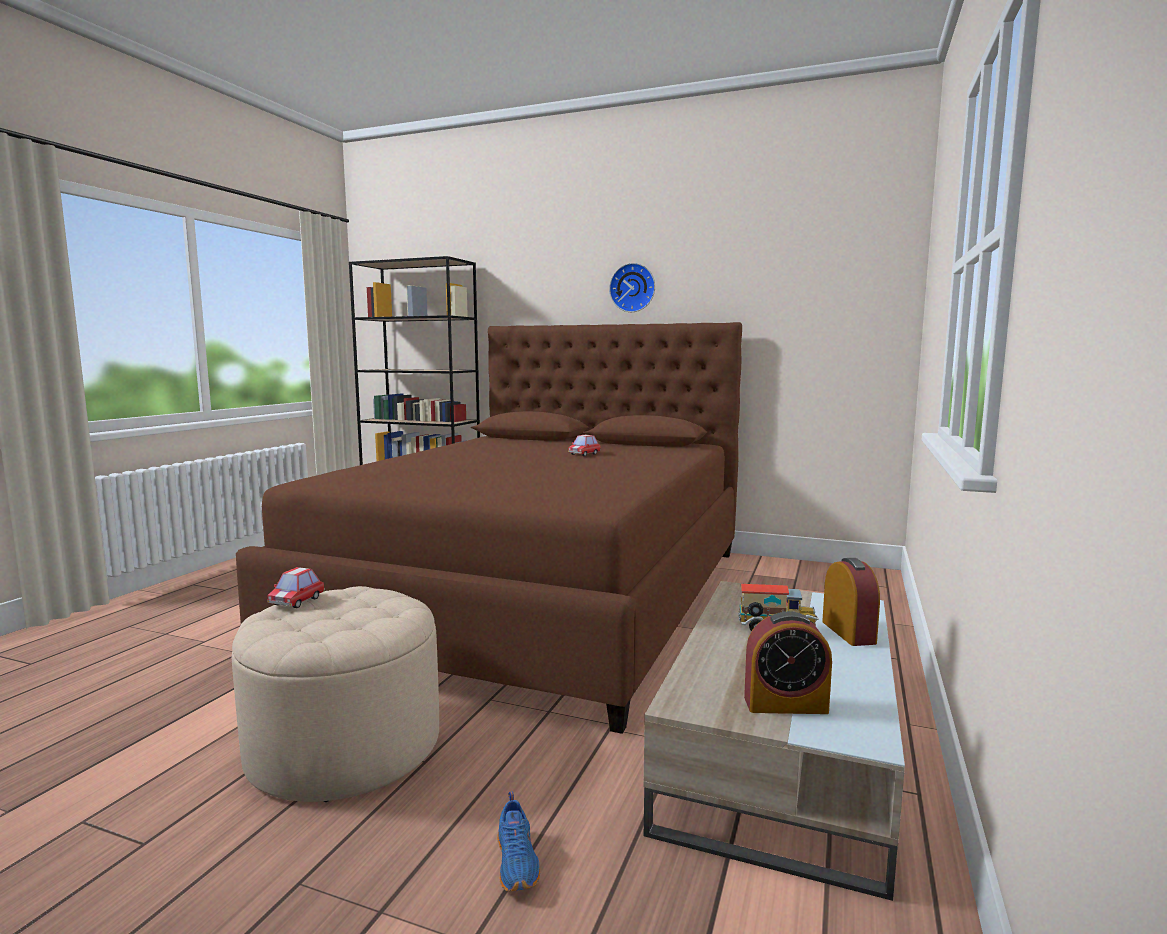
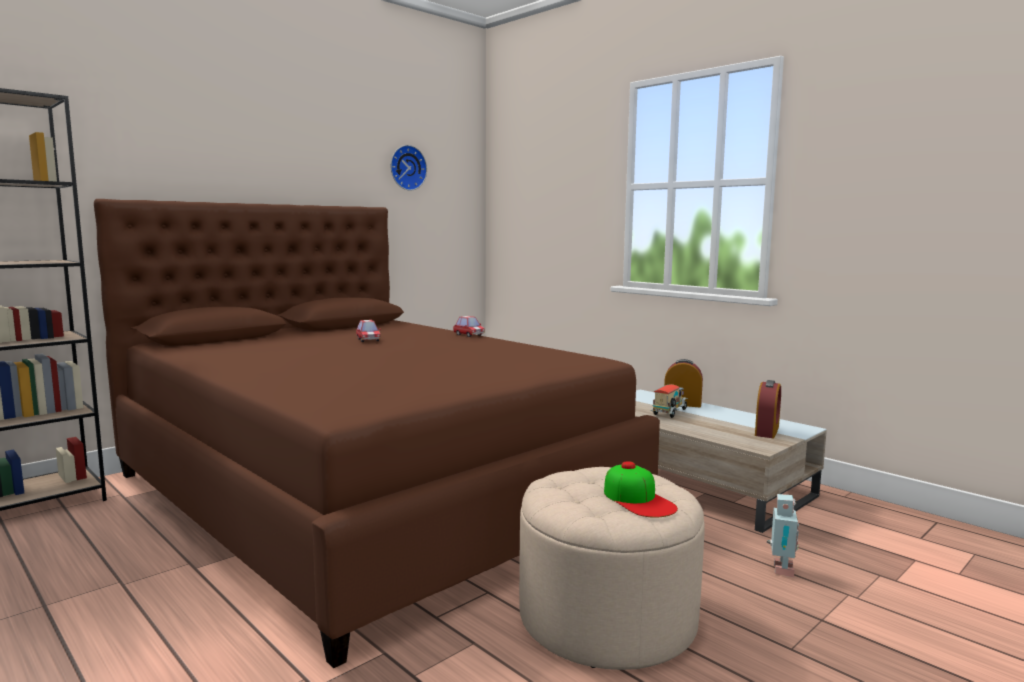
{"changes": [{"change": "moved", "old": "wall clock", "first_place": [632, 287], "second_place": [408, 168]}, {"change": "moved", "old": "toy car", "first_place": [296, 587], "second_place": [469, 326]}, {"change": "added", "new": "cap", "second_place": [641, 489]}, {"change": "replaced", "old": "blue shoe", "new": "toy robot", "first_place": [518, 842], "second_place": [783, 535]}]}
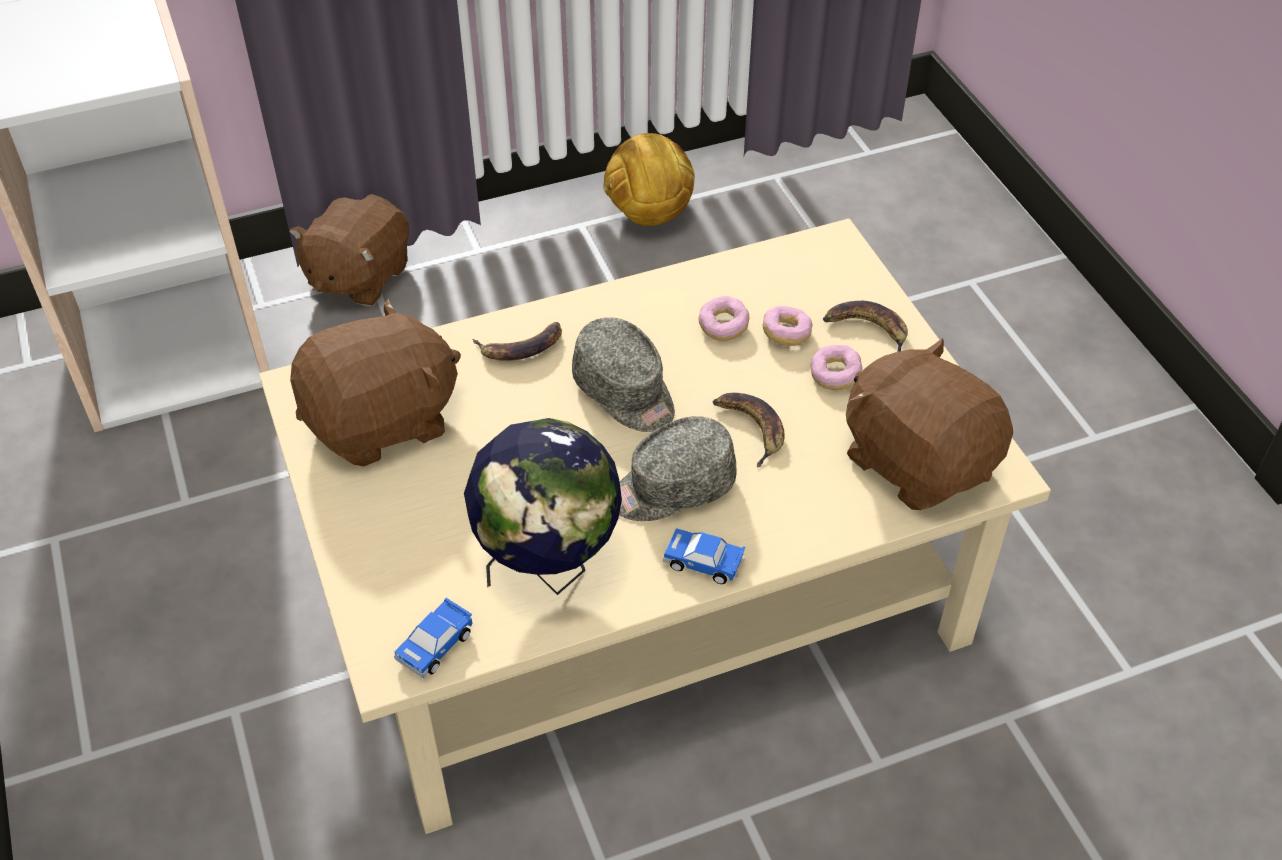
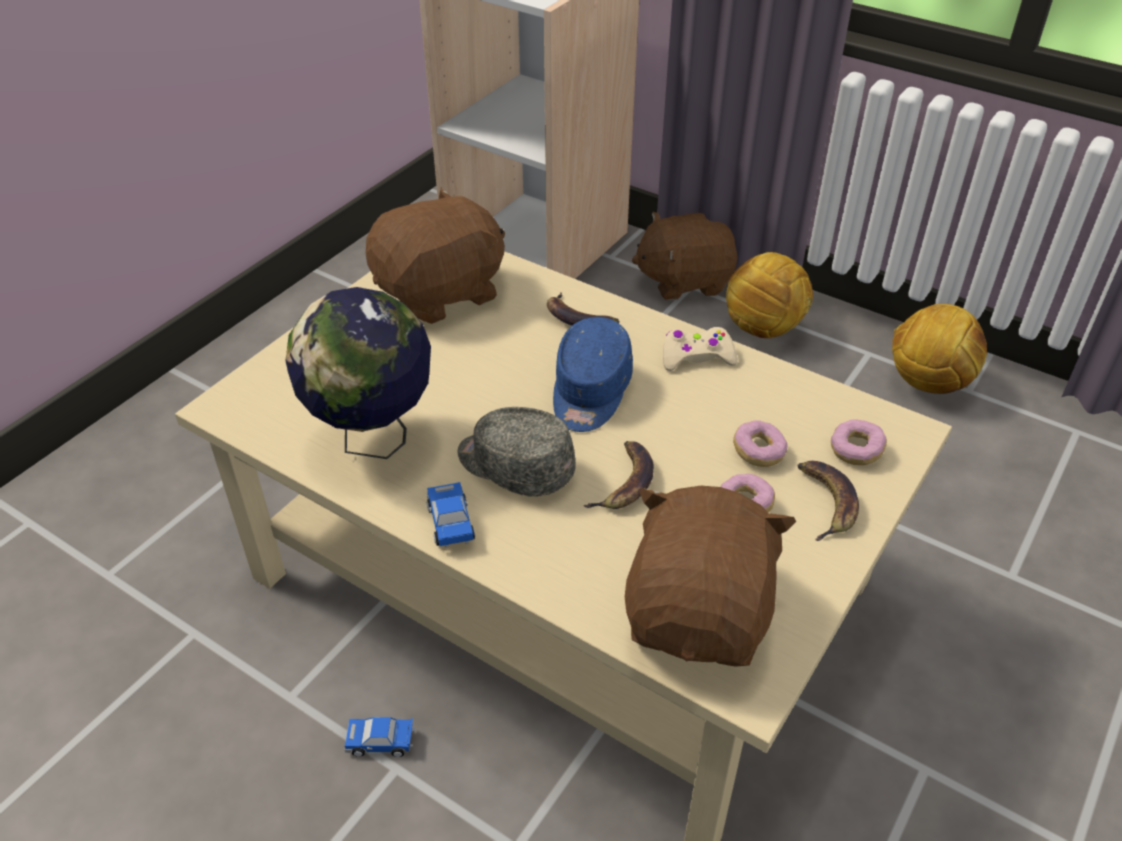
{"changes": [{"change": "moved", "old": "toy car", "first_place": [433, 638], "second_place": [380, 737]}, {"change": "turned", "old": "brown plush toy", "first_place": [375, 382], "second_place": [435, 255], "degrees": -60}, {"change": "recoloured", "old": "grey cap", "new": "blue cap", "first_place": [623, 374], "second_place": [593, 374]}, {"change": "added", "new": "beige game controller", "second_place": [700, 349]}, {"change": "added", "new": "football", "second_place": [769, 295]}, {"change": "moved", "old": "donut", "first_place": [724, 318], "second_place": [859, 442]}]}
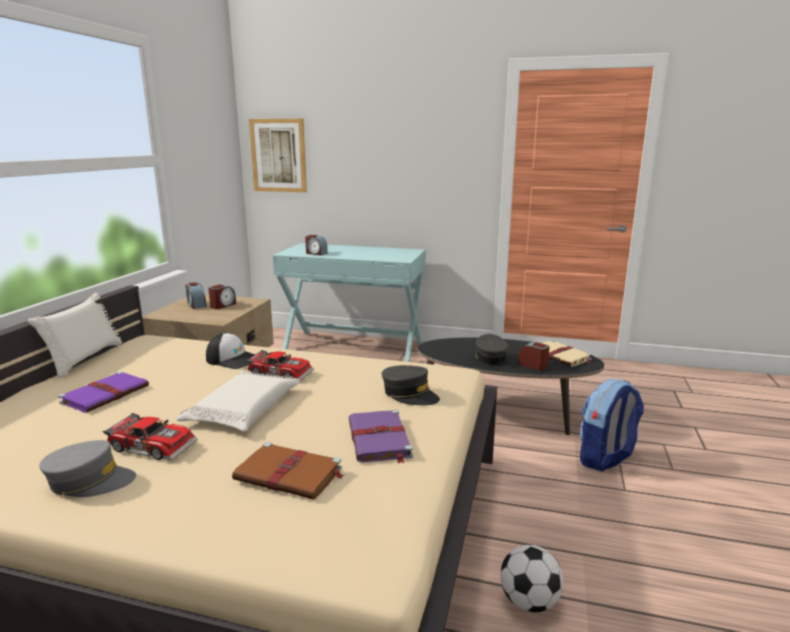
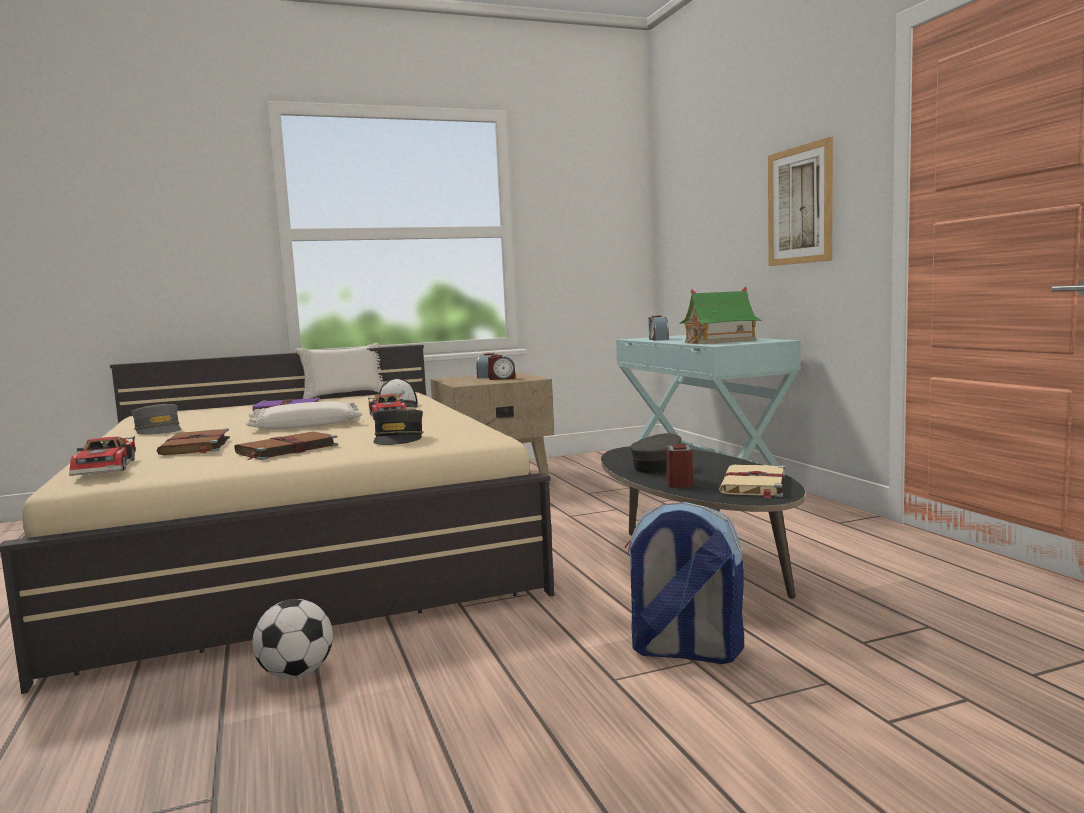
{"changes": [{"change": "moved", "old": "toy car", "first_place": [150, 437], "second_place": [102, 456]}, {"change": "recoloured", "old": "purple book", "new": "brown book", "first_place": [381, 437], "second_place": [286, 446]}, {"change": "added", "new": "toy house", "second_place": [720, 315]}, {"change": "moved", "old": "picture", "first_place": [278, 155], "second_place": [800, 201]}]}
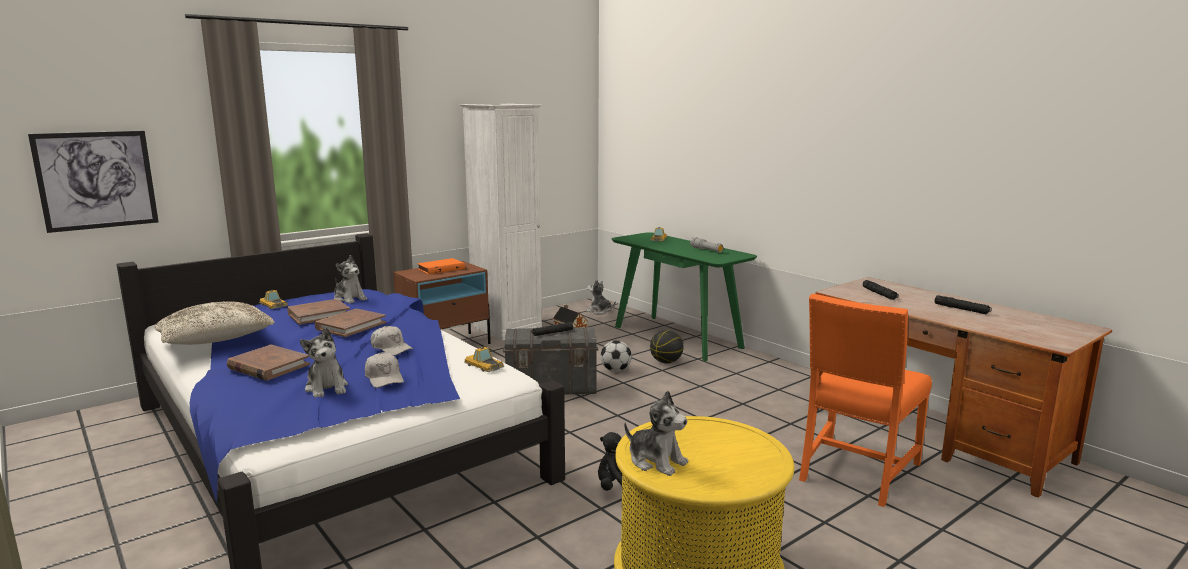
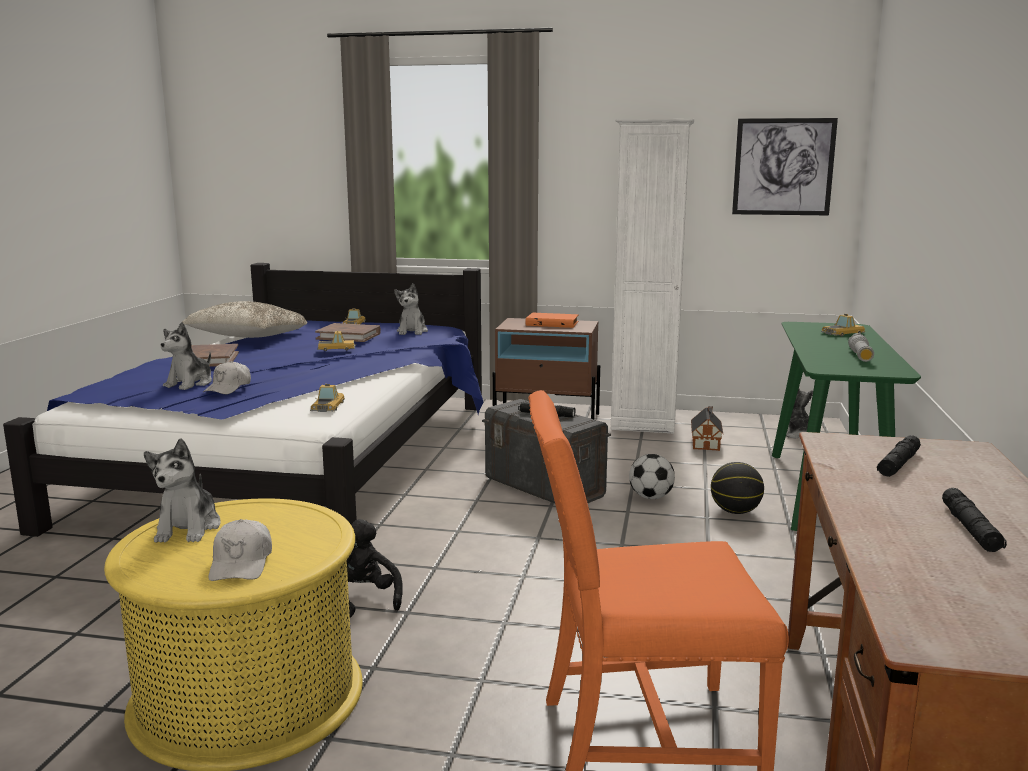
{"changes": [{"change": "moved", "old": "white cap", "first_place": [392, 341], "second_place": [240, 550]}, {"change": "replaced", "old": "brown book", "new": "toy car", "first_place": [350, 323], "second_place": [336, 340]}, {"change": "moved", "old": "picture", "first_place": [93, 182], "second_place": [785, 166]}]}
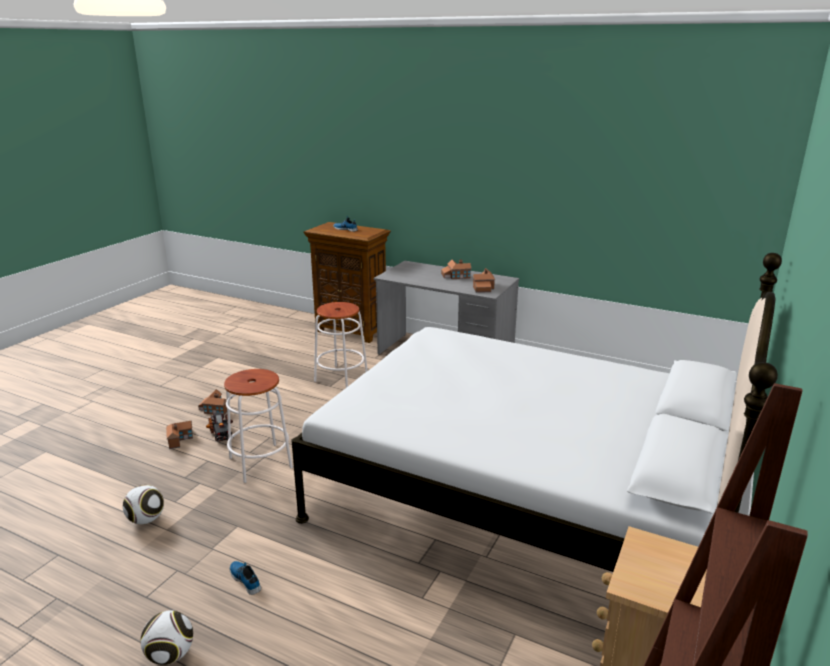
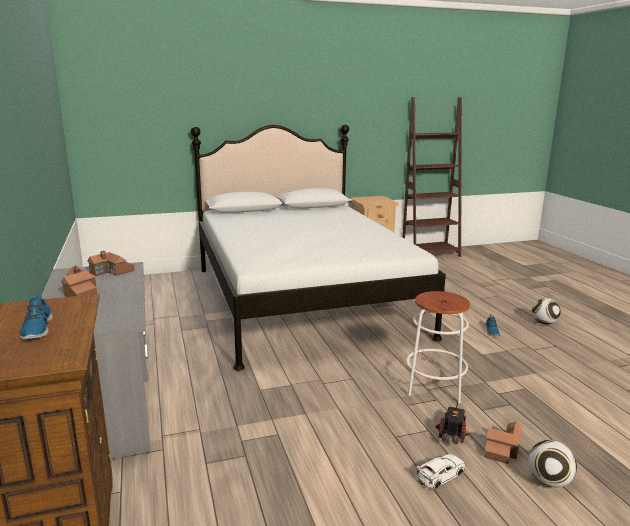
{"changes": [{"change": "replaced", "old": "toy house", "new": "white toy car", "first_place": [212, 402], "second_place": [440, 471]}, {"change": "moved", "old": "football", "first_place": [143, 504], "second_place": [552, 463]}, {"change": "removed", "old": "white stool", "first_place": [341, 345]}]}
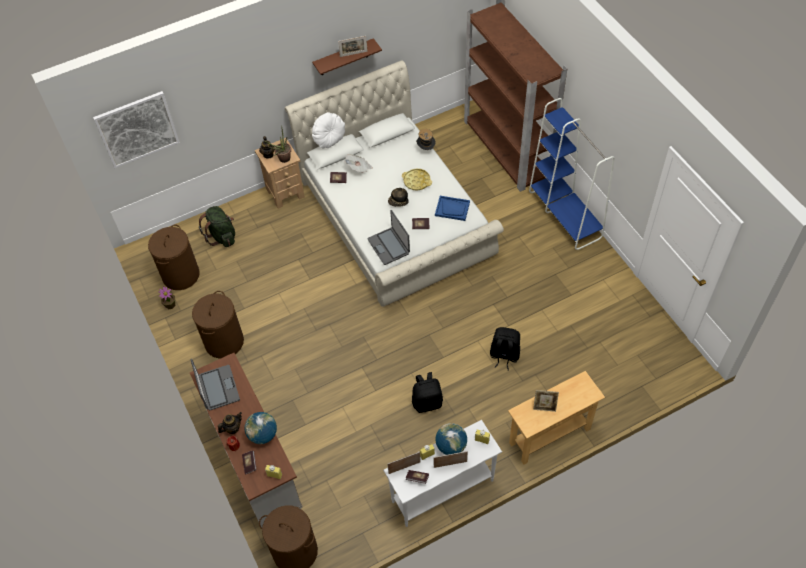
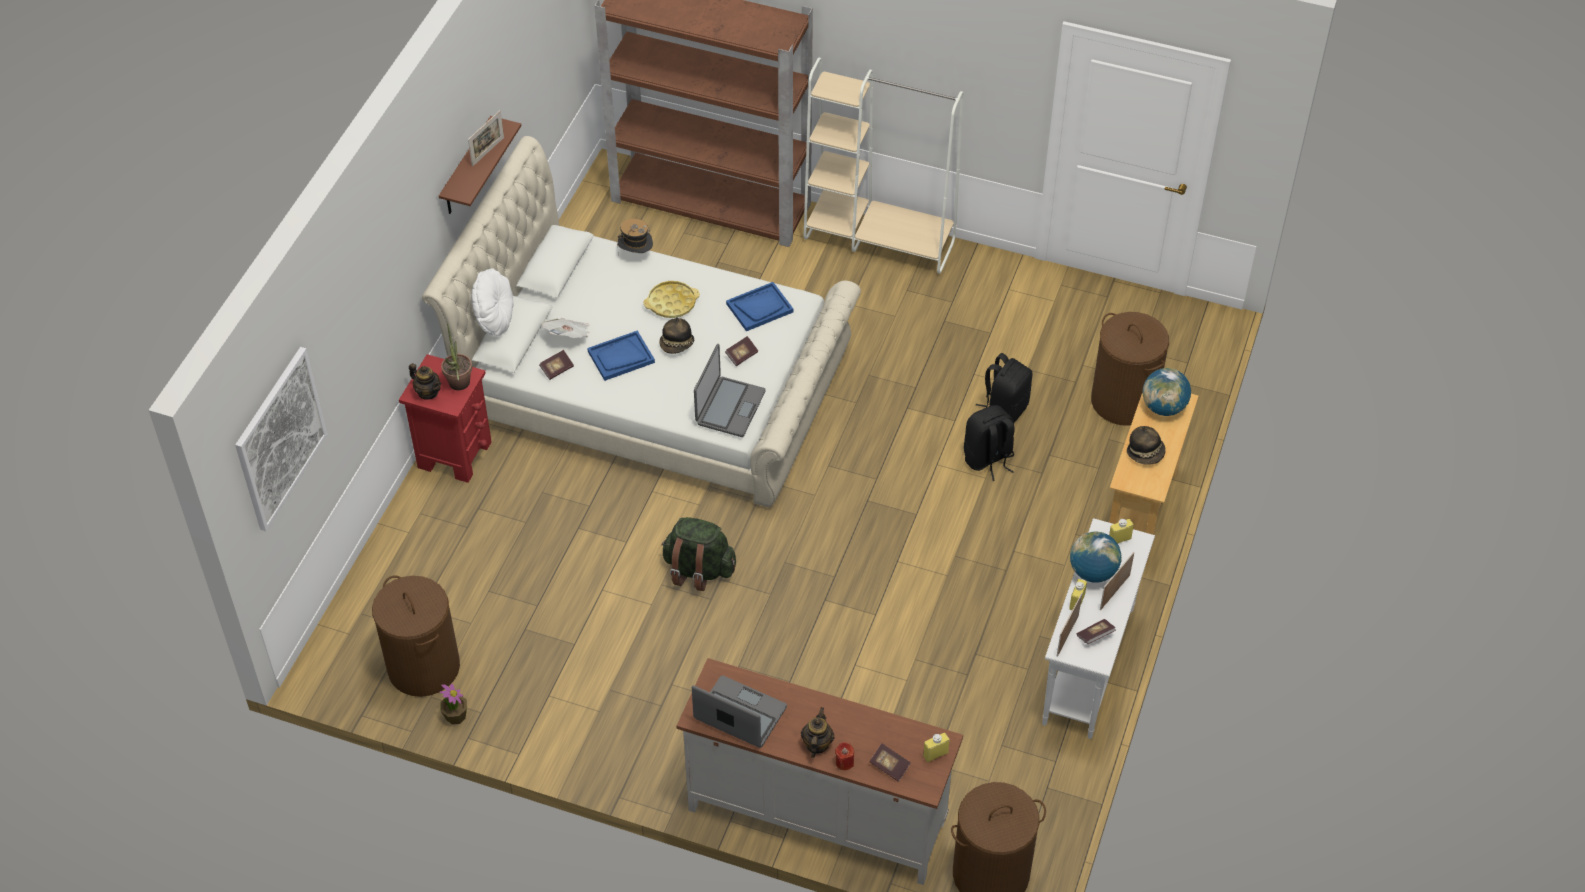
{"changes": [{"change": "recoloured", "old": "beige nightstand", "new": "red nightstand", "first_place": [280, 173], "second_place": [445, 418]}, {"change": "added", "new": "blue tray", "second_place": [621, 356]}, {"change": "moved", "old": "green backpack", "first_place": [217, 226], "second_place": [699, 554]}, {"change": "turned", "old": "laptop", "first_place": [388, 237], "second_place": [730, 390], "degrees": -90}, {"change": "recoloured", "old": "blue clothes rack", "new": "beige clothes rack", "first_place": [572, 174], "second_place": [884, 165]}, {"change": "moved", "old": "black backpack", "first_place": [427, 392], "second_place": [1004, 387]}, {"change": "moved", "old": "brown laundry basket", "first_place": [218, 325], "second_place": [1130, 369]}, {"change": "replaced", "old": "picture frame", "new": "hat", "first_place": [546, 401], "second_place": [1146, 445]}, {"change": "moved", "old": "globe", "first_place": [261, 428], "second_place": [1167, 392]}]}
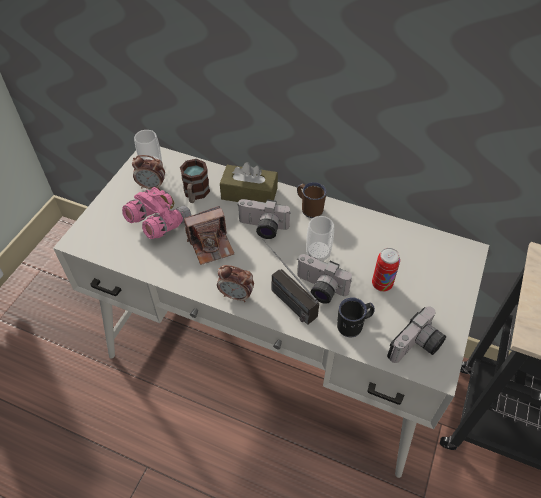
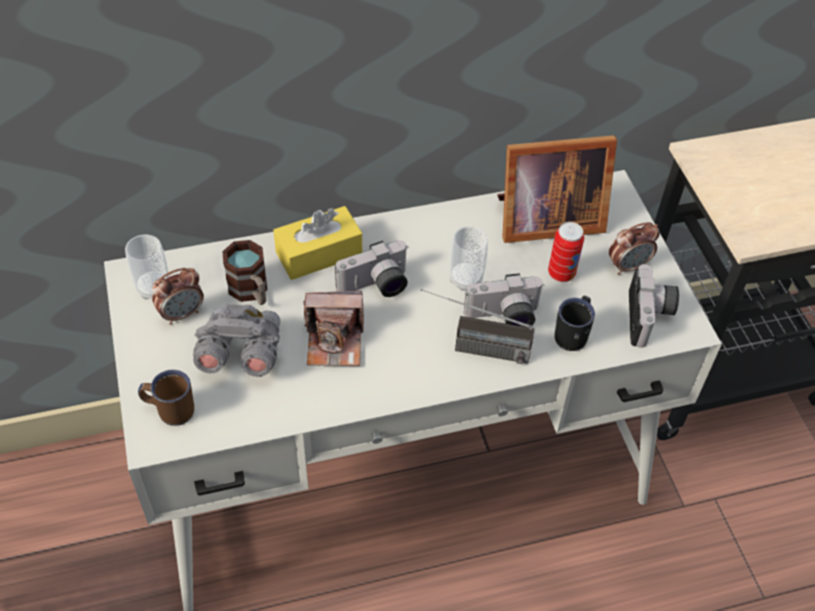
{"changes": [{"change": "moved", "old": "brown mug", "first_place": [312, 200], "second_place": [166, 398]}, {"change": "recoloured", "old": "pink binoculars", "new": "grey binoculars", "first_place": [156, 213], "second_place": [236, 340]}, {"change": "recoloured", "old": "brown tissue box", "new": "yellow tissue box", "first_place": [249, 182], "second_place": [317, 243]}, {"change": "turned", "old": "photo camera", "first_place": [209, 235], "second_place": [334, 328], "degrees": 60}, {"change": "added", "new": "picture frame", "second_place": [557, 189]}, {"change": "moved", "old": "alarm clock", "first_place": [235, 283], "second_place": [634, 248]}]}
